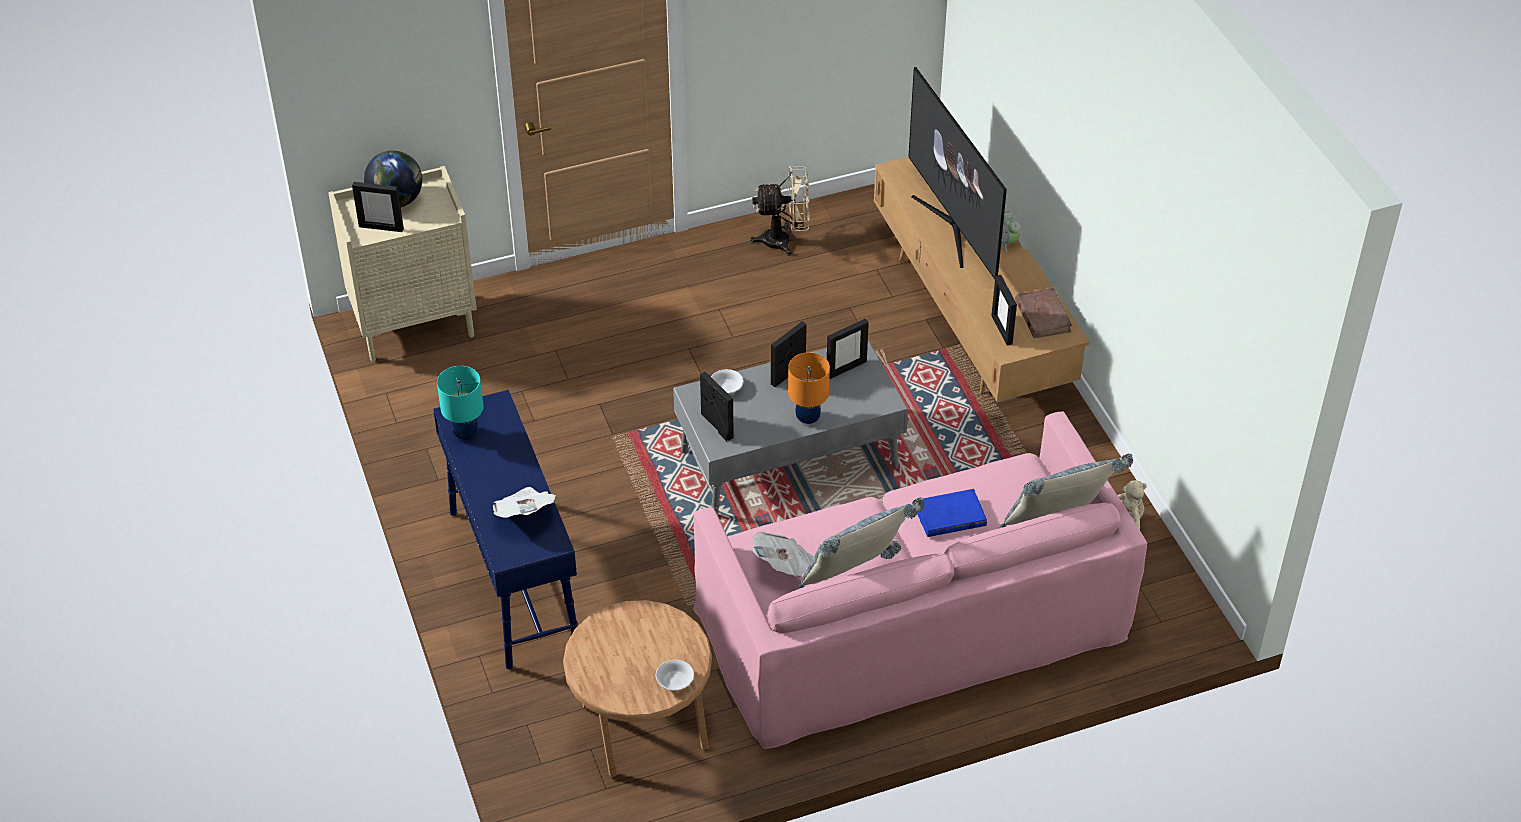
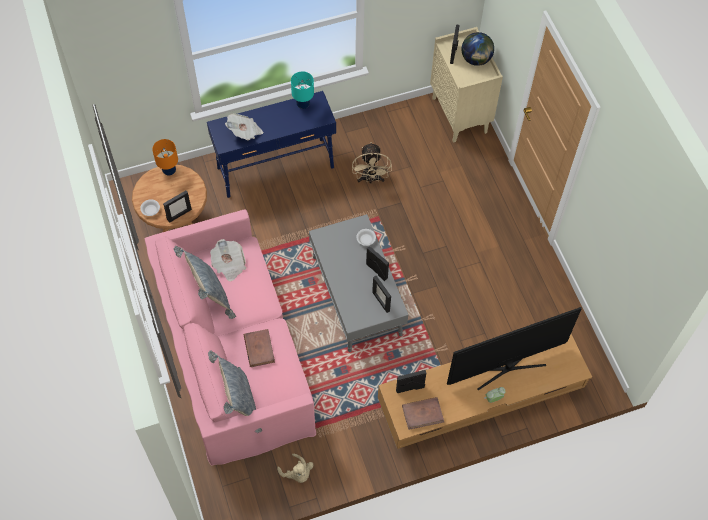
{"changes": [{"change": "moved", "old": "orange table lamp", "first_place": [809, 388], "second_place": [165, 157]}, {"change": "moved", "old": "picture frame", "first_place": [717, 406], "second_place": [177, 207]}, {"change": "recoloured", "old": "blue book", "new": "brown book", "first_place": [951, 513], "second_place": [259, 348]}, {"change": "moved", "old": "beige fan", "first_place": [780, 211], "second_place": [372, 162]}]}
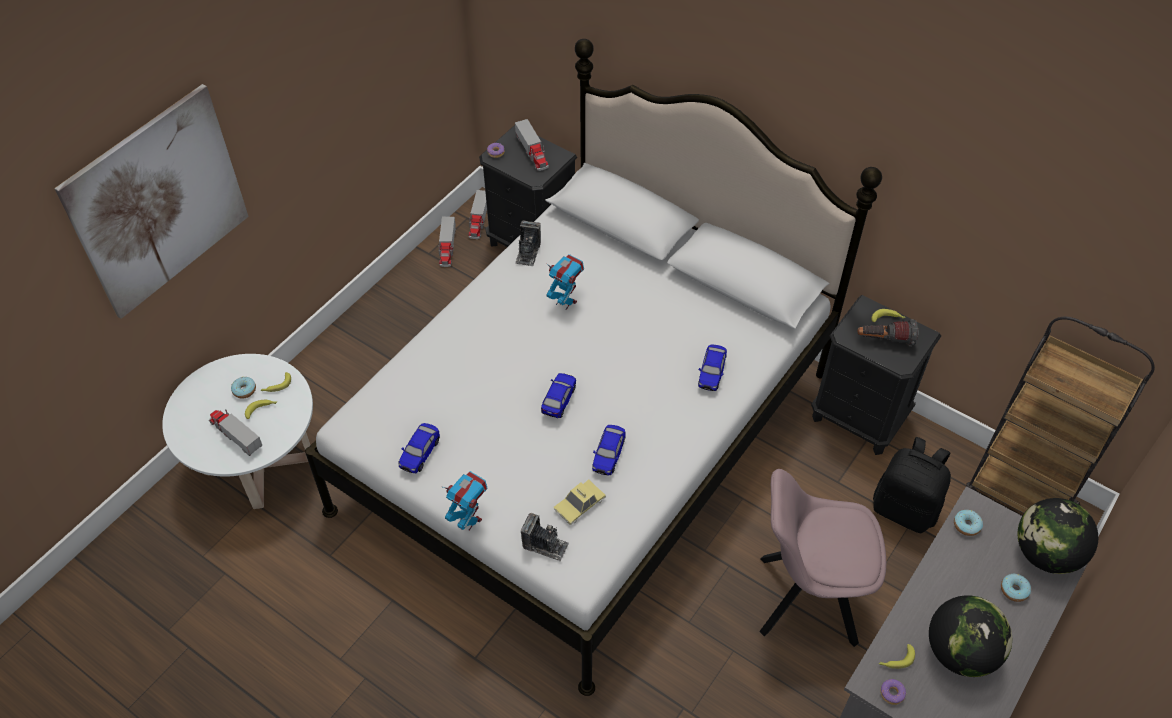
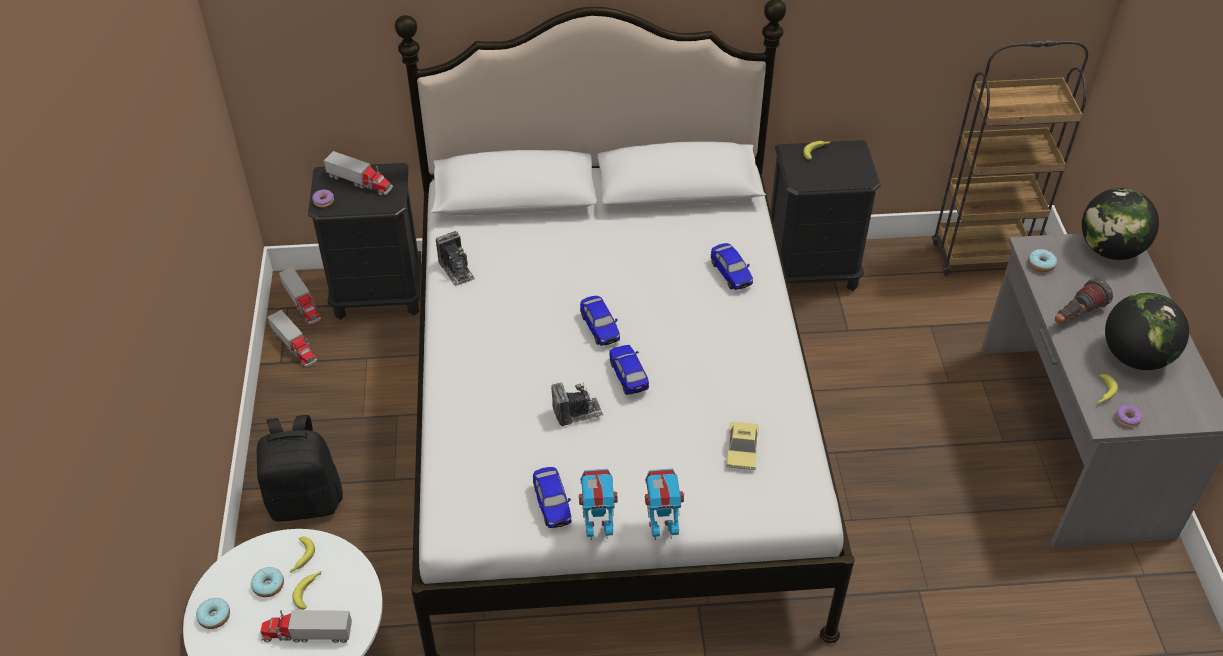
{"changes": [{"change": "moved", "old": "donut", "first_place": [1016, 588], "second_place": [213, 613]}, {"change": "moved", "old": "black backpack", "first_place": [912, 485], "second_place": [300, 468]}, {"change": "moved", "old": "photo camera", "first_place": [545, 536], "second_place": [577, 404]}, {"change": "moved", "old": "toy robot", "first_place": [565, 282], "second_place": [598, 504]}, {"change": "moved", "old": "toy car", "first_place": [608, 450], "second_place": [600, 321]}, {"change": "moved", "old": "flashlight", "first_place": [887, 332], "second_place": [1084, 301]}, {"change": "removed", "old": "picture", "first_place": [151, 201]}, {"change": "removed", "old": "pink chair", "first_place": [823, 558]}]}
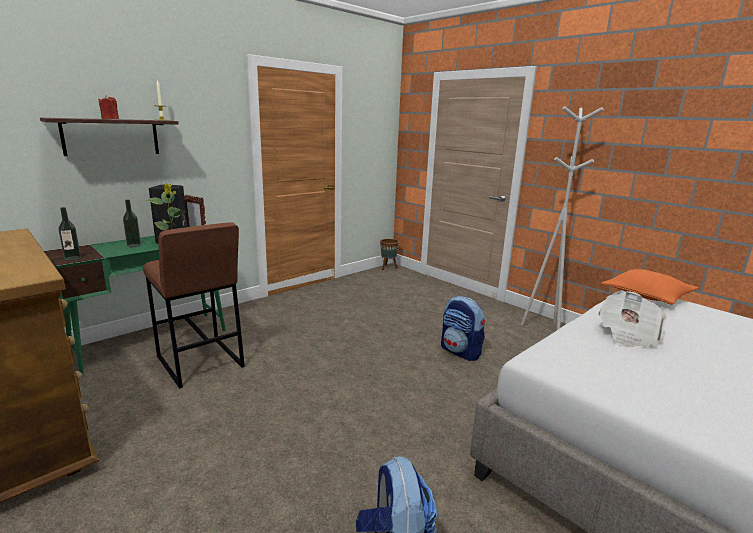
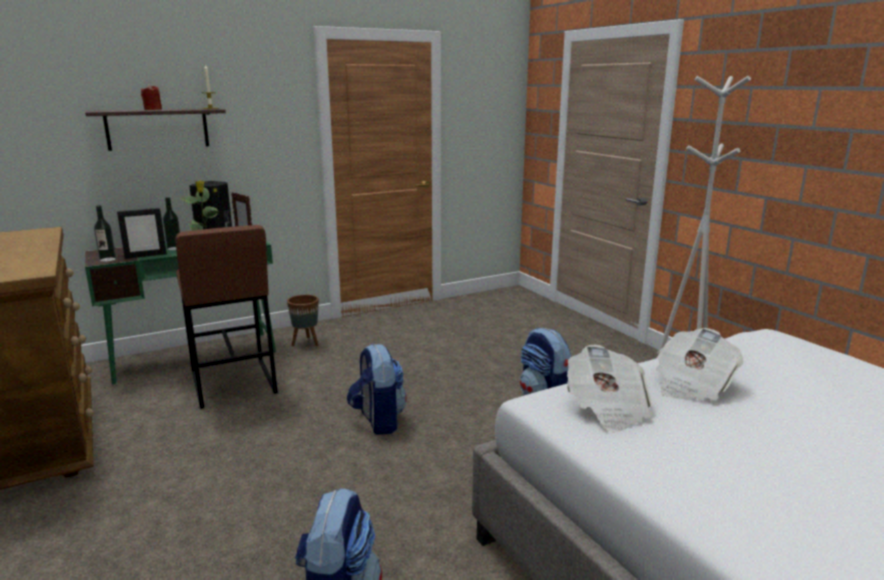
{"changes": [{"change": "added", "new": "picture frame", "second_place": [142, 233]}, {"change": "moved", "old": "brown planter", "first_place": [389, 254], "second_place": [303, 320]}, {"change": "added", "new": "backpack", "second_place": [377, 389]}, {"change": "added", "new": "newspaper", "second_place": [610, 389]}, {"change": "removed", "old": "orange pillow", "first_place": [649, 287]}]}
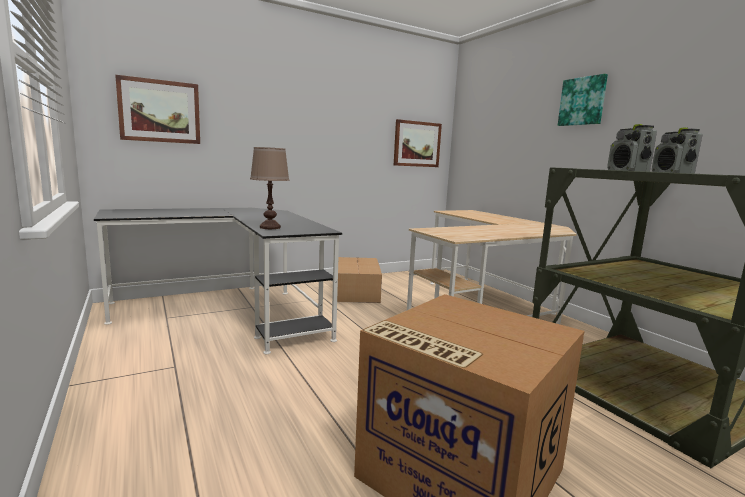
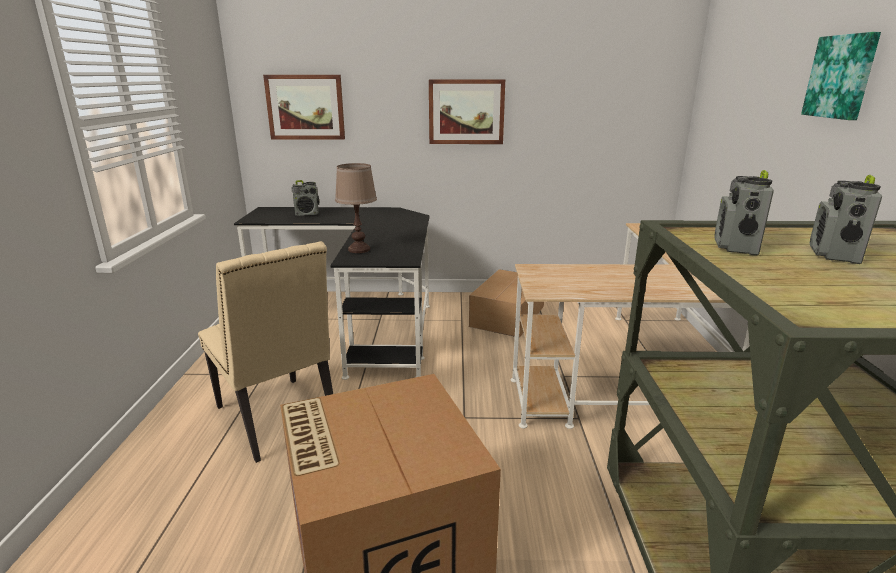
{"changes": [{"change": "added", "new": "beige chair", "second_place": [265, 352]}, {"change": "added", "new": "radio", "second_place": [305, 198]}, {"change": "moved", "old": "picture", "first_place": [418, 143], "second_place": [467, 111]}]}
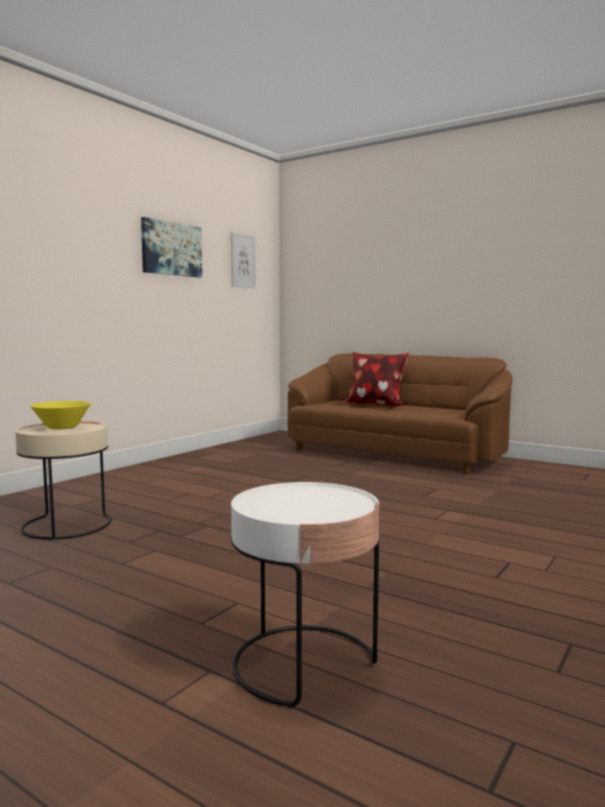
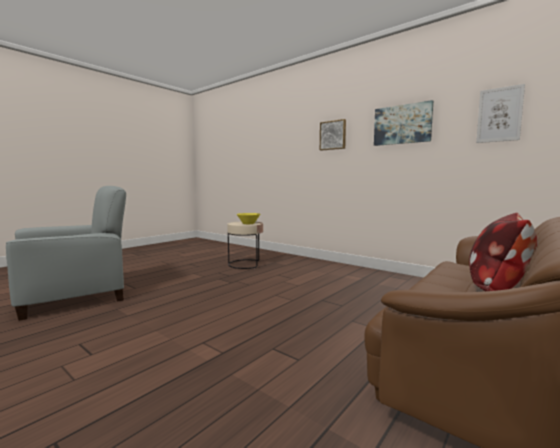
{"changes": [{"change": "replaced", "old": "white side table", "new": "grey armchair", "first_place": [305, 594], "second_place": [66, 253]}, {"change": "added", "new": "picture", "second_place": [333, 135]}]}
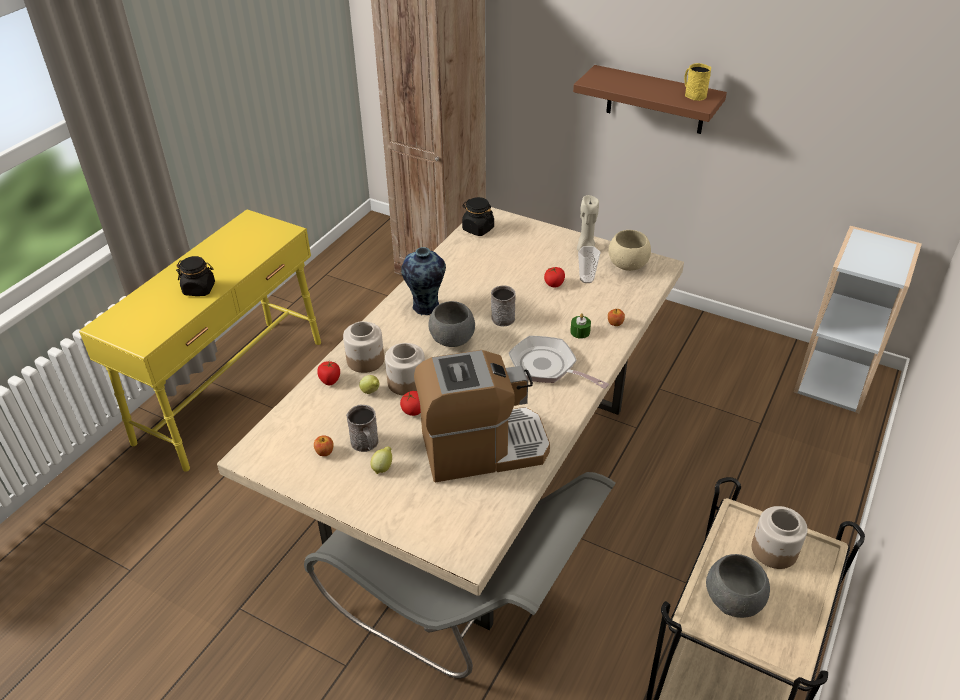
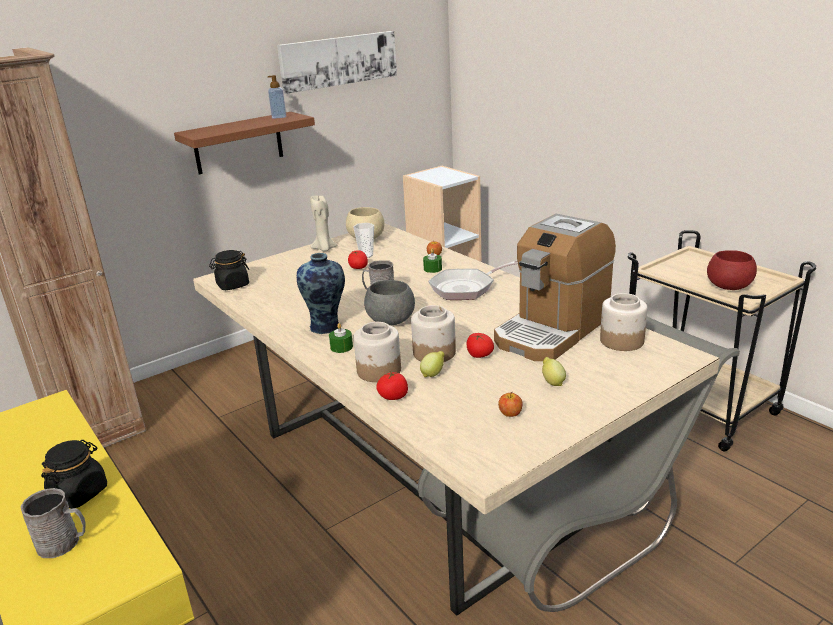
{"changes": [{"change": "moved", "old": "grey mug", "first_place": [362, 428], "second_place": [53, 523]}, {"change": "replaced", "old": "yellow mug", "new": "soap dispenser", "first_place": [697, 82], "second_place": [277, 97]}, {"change": "added", "new": "picture", "second_place": [337, 62]}, {"change": "added", "new": "green candle", "second_place": [341, 338]}, {"change": "turned", "old": "coffee machine", "first_place": [482, 416], "second_place": [555, 287], "degrees": -150}, {"change": "moved", "old": "jar", "first_place": [780, 537], "second_place": [624, 322]}, {"change": "recoloured", "old": "grey bowl", "new": "red bowl", "first_place": [738, 586], "second_place": [732, 270]}]}
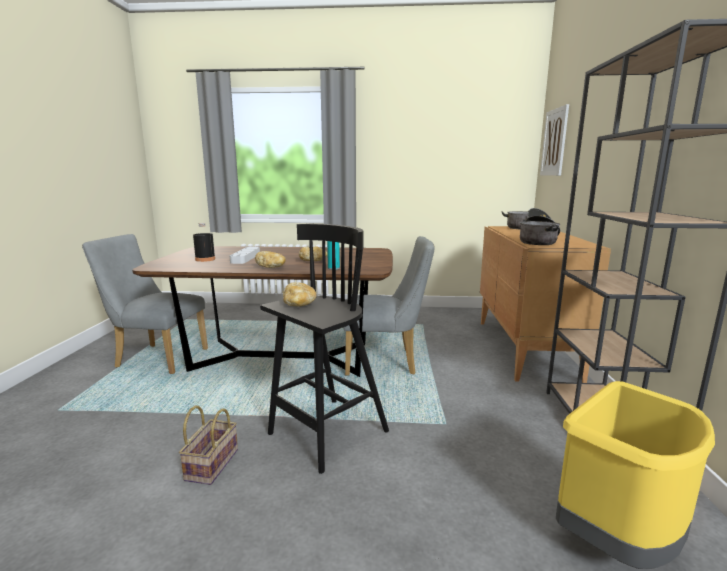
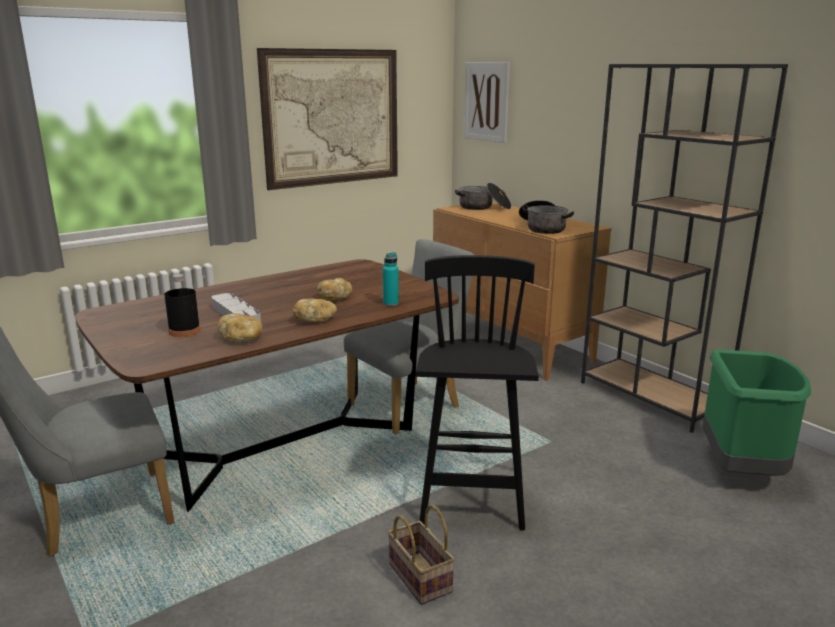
{"changes": [{"change": "moved", "old": "bread", "first_place": [300, 294], "second_place": [240, 328]}, {"change": "added", "new": "picture", "second_place": [327, 119]}, {"change": "recoloured", "old": "yellow trash can", "new": "green trash can", "first_place": [635, 475], "second_place": [757, 412]}]}
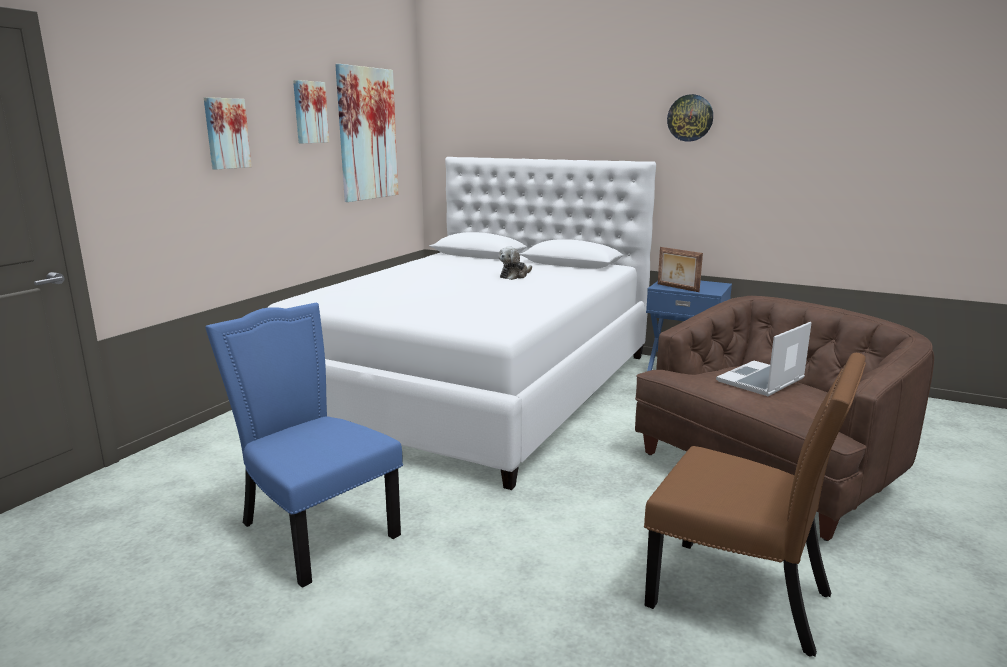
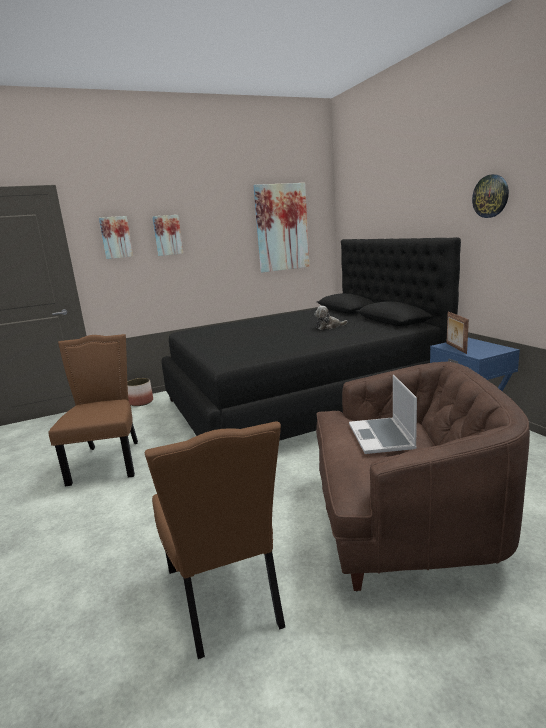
{"changes": [{"change": "recoloured", "old": "blue chair", "new": "brown chair", "first_place": [304, 445], "second_place": [93, 410]}, {"change": "moved", "old": "picture", "first_place": [311, 111], "second_place": [116, 237]}, {"change": "added", "new": "planter", "second_place": [140, 392]}, {"change": "recoloured", "old": "white bed", "new": "black bed", "first_place": [461, 323], "second_place": [311, 339]}, {"change": "turned", "old": "laptop", "first_place": [764, 359], "second_place": [383, 414], "degrees": -90}]}
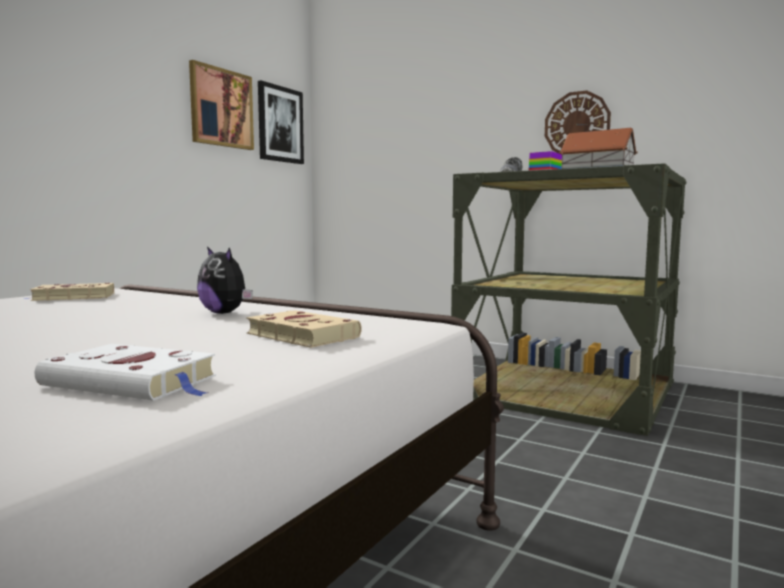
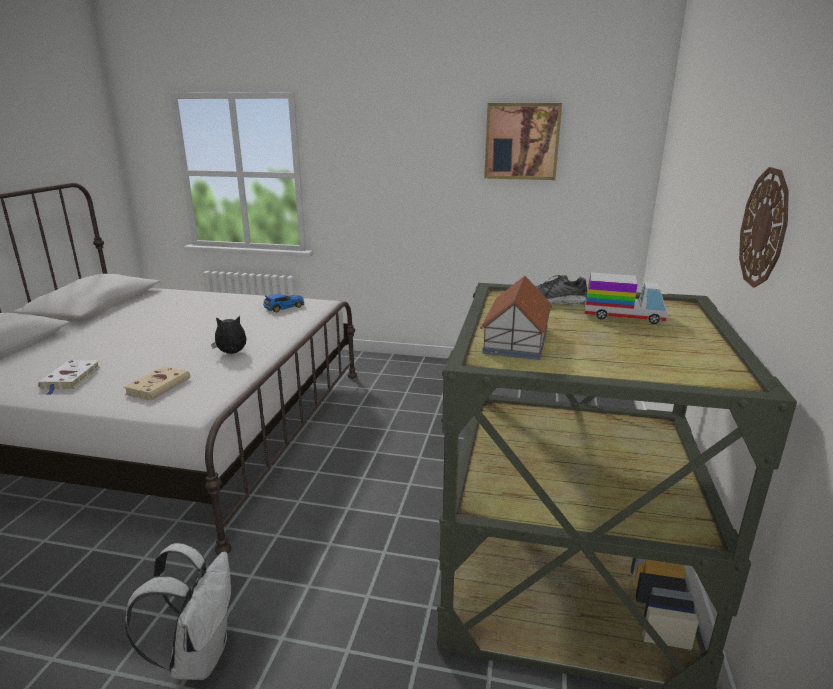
{"changes": [{"change": "added", "new": "white backpack", "second_place": [178, 611]}, {"change": "turned", "old": "plush toy", "first_place": [225, 280], "second_place": [228, 335], "degrees": 60}, {"change": "replaced", "old": "beige book", "new": "toy car", "first_place": [69, 292], "second_place": [283, 303]}, {"change": "removed", "old": "picture", "first_place": [281, 122]}]}
